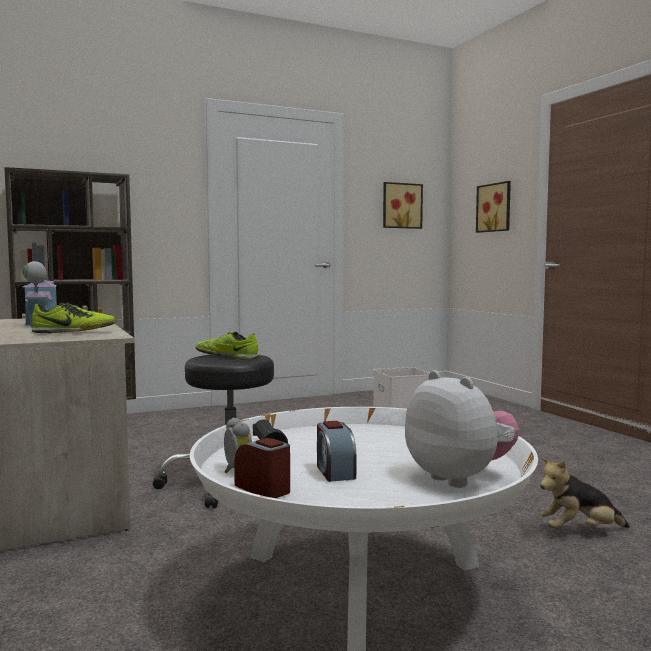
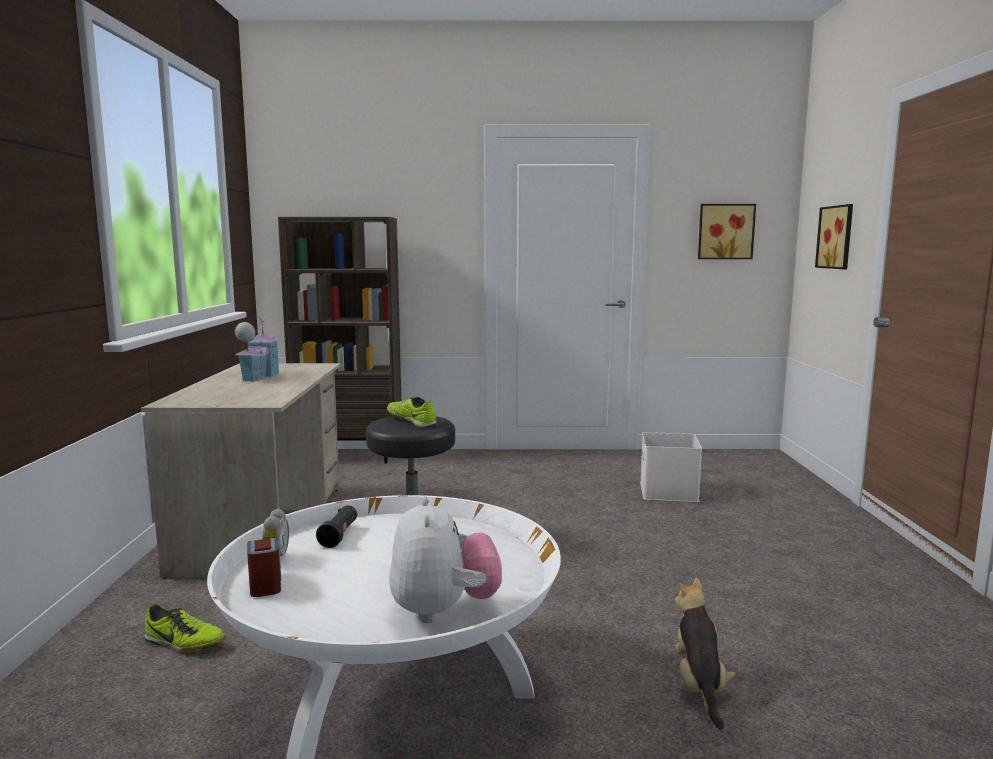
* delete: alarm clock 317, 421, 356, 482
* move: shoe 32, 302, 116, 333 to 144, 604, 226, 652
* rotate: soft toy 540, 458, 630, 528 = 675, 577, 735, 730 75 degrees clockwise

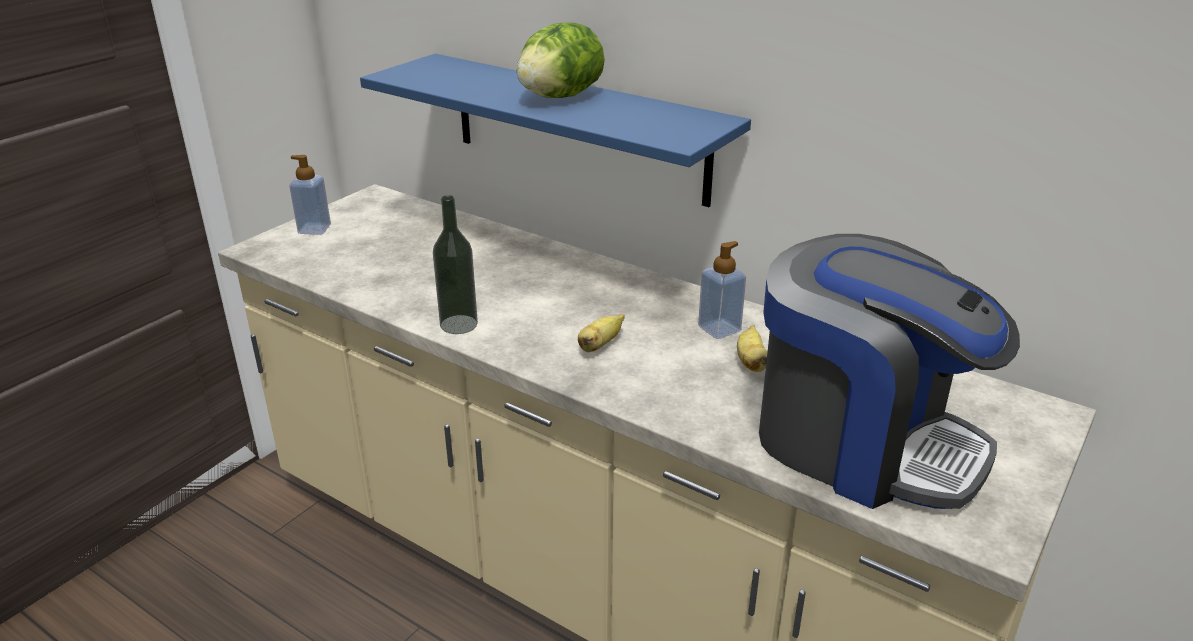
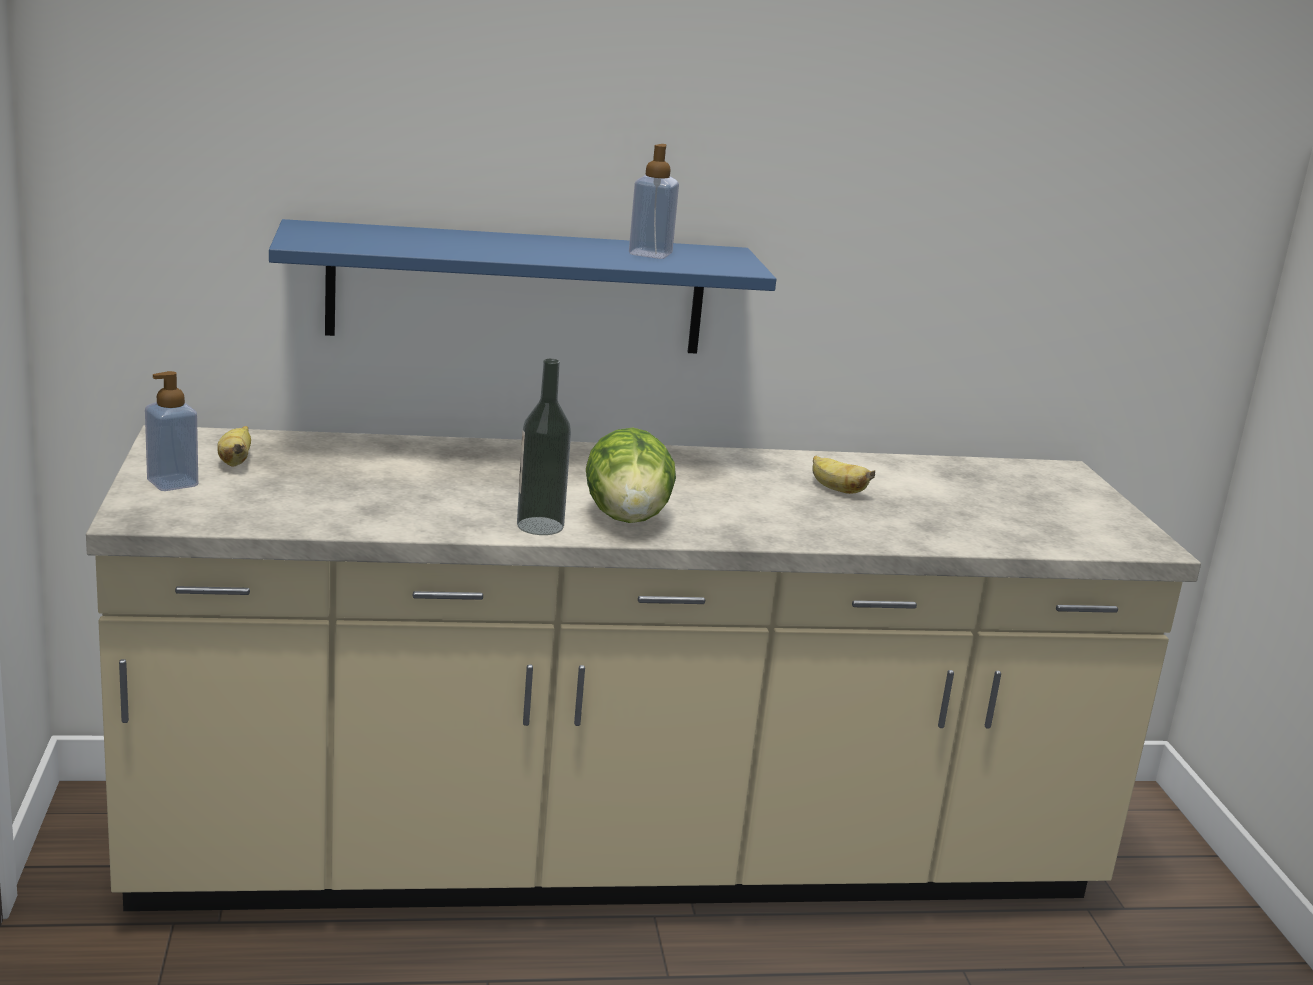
* delete: coffee maker 759, 234, 1020, 509
* move: head of lettuce 517, 22, 605, 98 to 586, 428, 676, 523
* move: banana 578, 314, 625, 352 to 217, 426, 251, 467
* move: soap dispenser 698, 241, 746, 339 to 629, 144, 679, 259

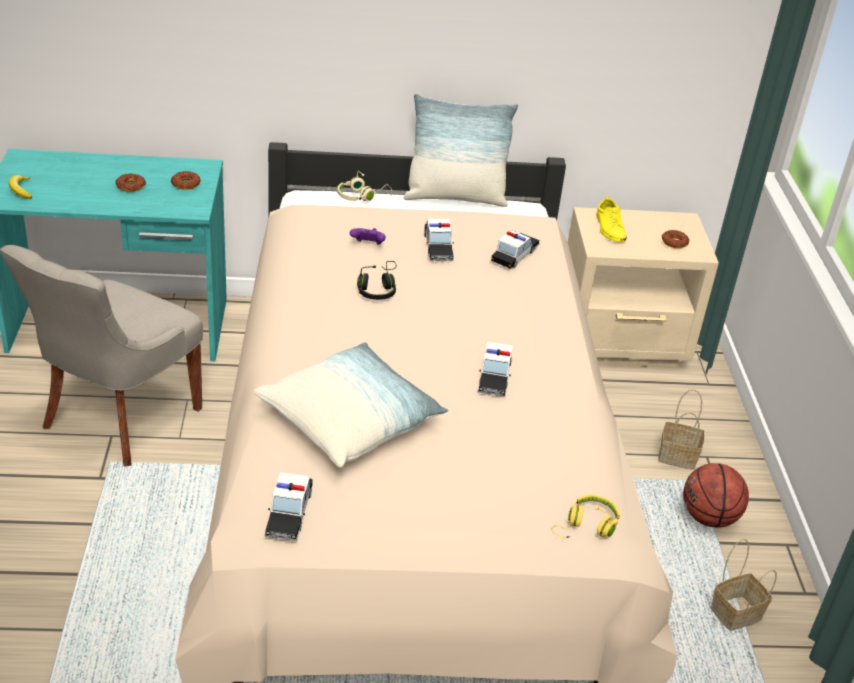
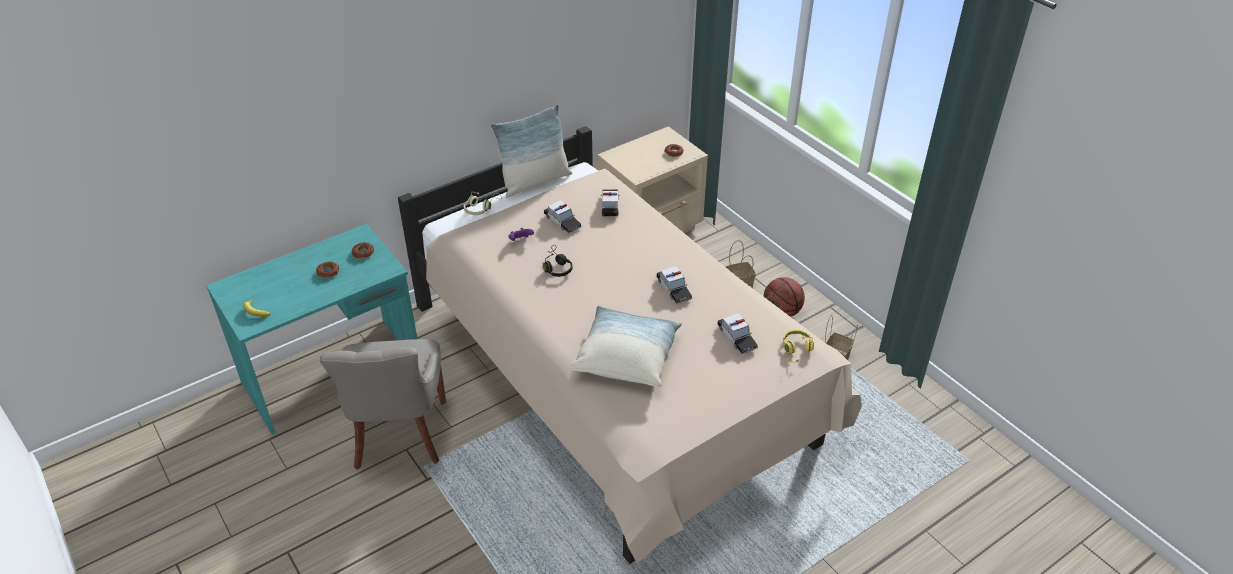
* delete: shoe in yellow 596, 197, 627, 242
* move: toy car 264, 472, 313, 541 to 718, 313, 758, 354

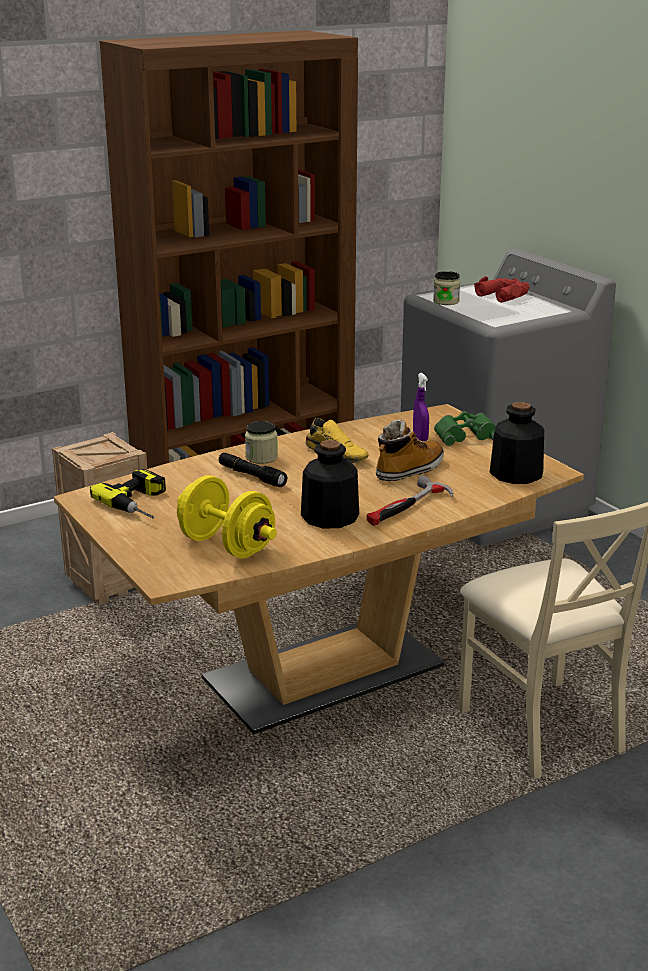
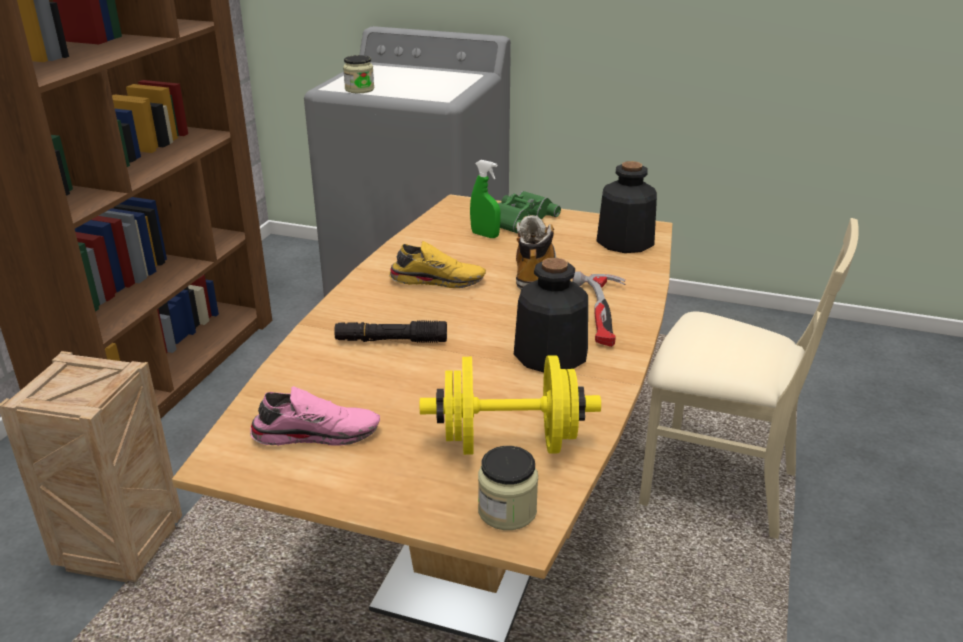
* delete: binoculars in red 474, 276, 530, 303
* move: storage jar 245, 421, 278, 464 to 478, 446, 538, 530
* replace: power drill 90, 469, 166, 518 to shoe in pinkish 250, 386, 380, 446
* recolor: sprayer in purple 413, 373, 429, 442 to sprayer in green-coloured 470, 160, 501, 238

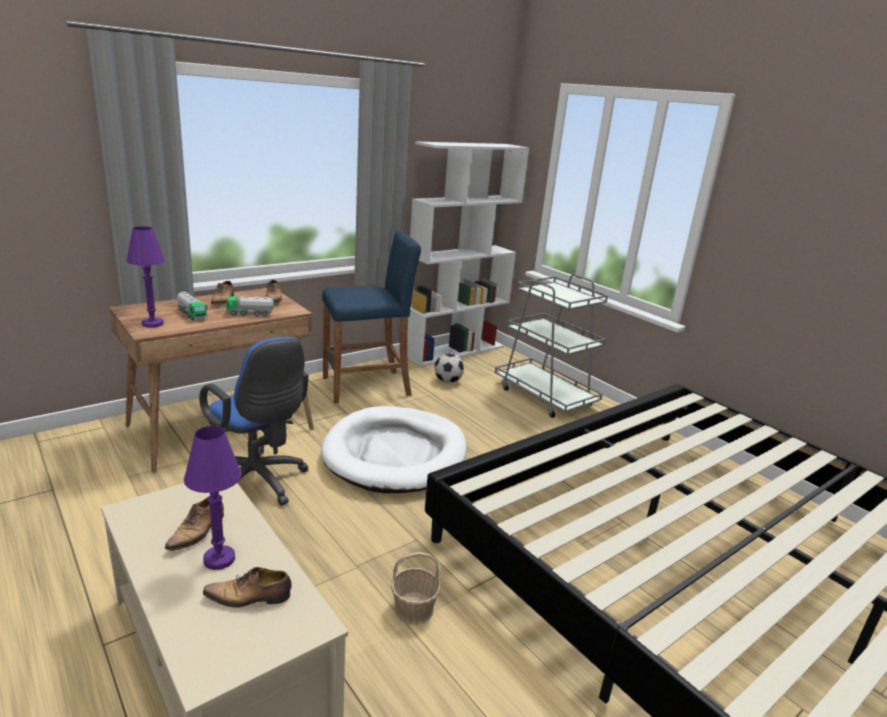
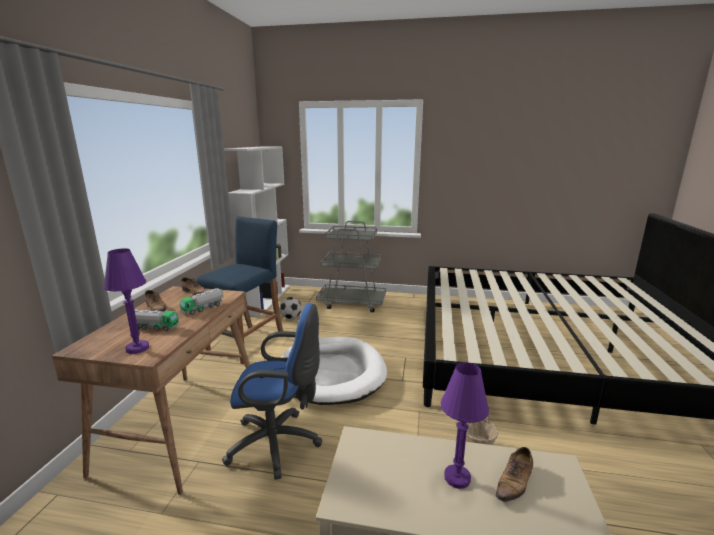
* delete: shoe 165, 496, 224, 551

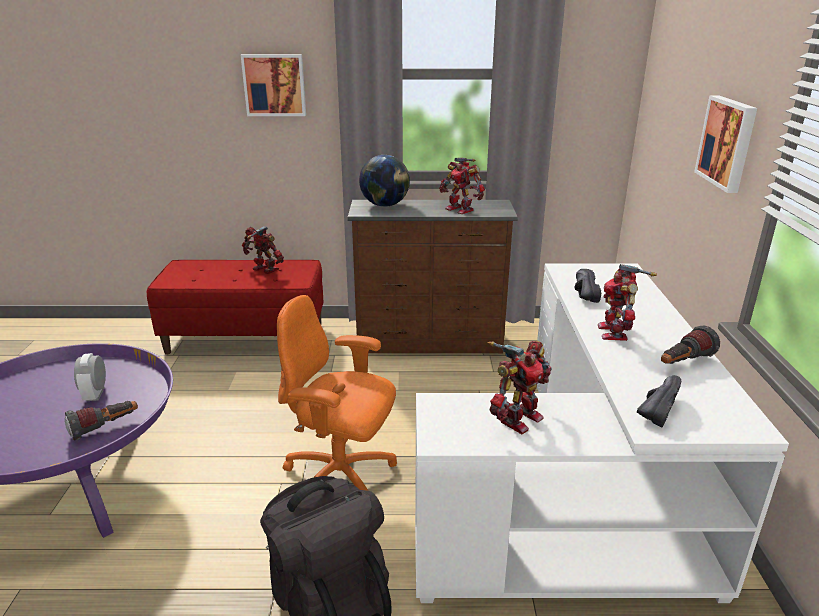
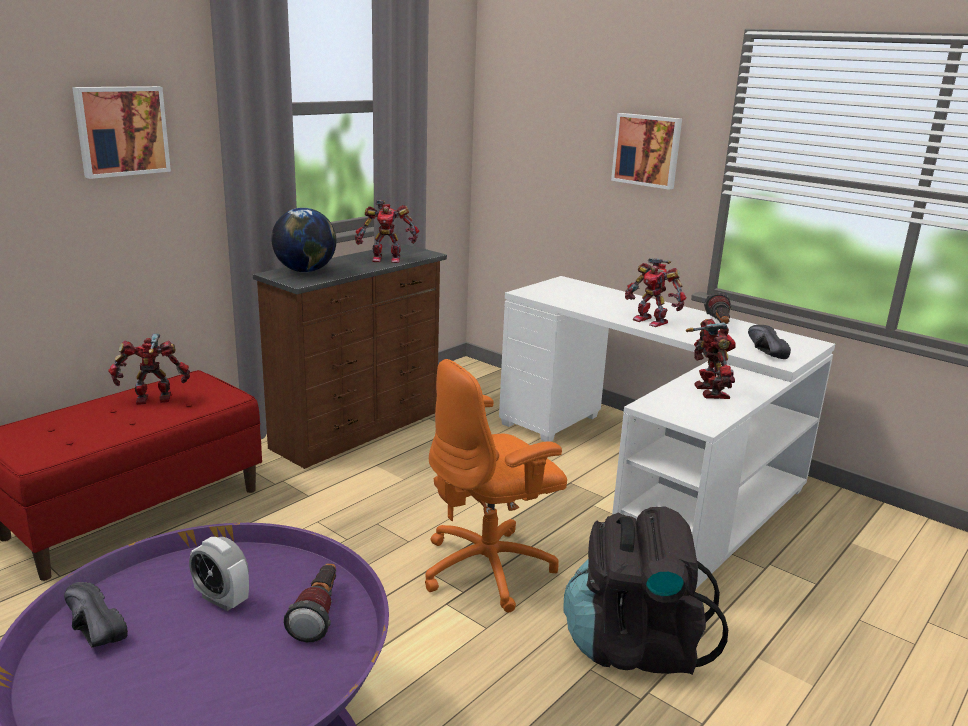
* move: shoe in black-coloured 575, 269, 601, 303 to 64, 582, 128, 647

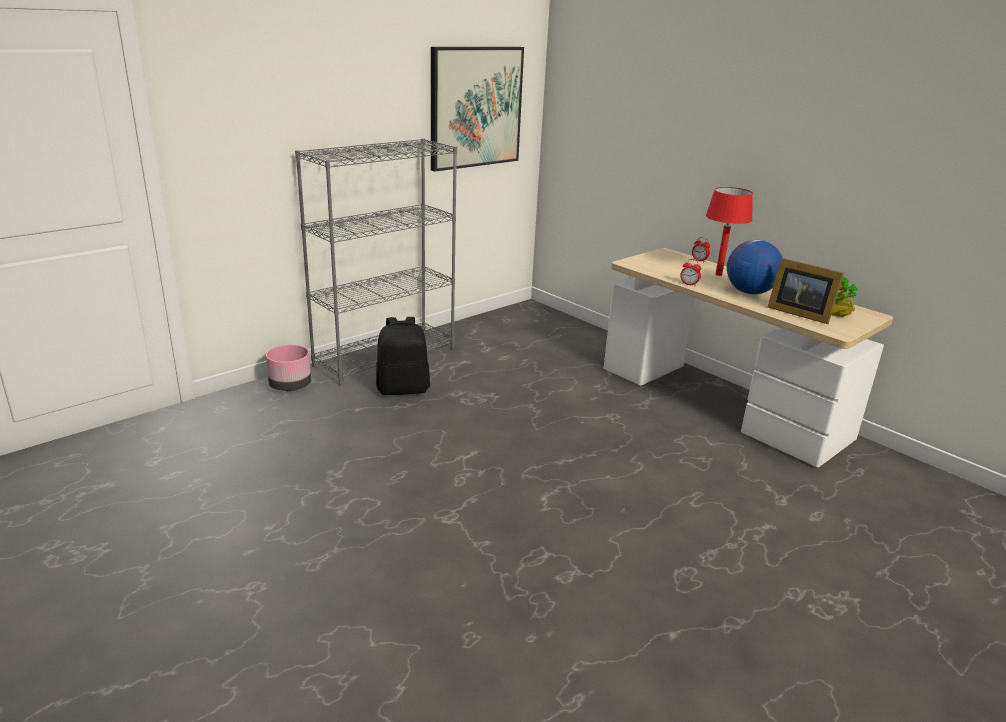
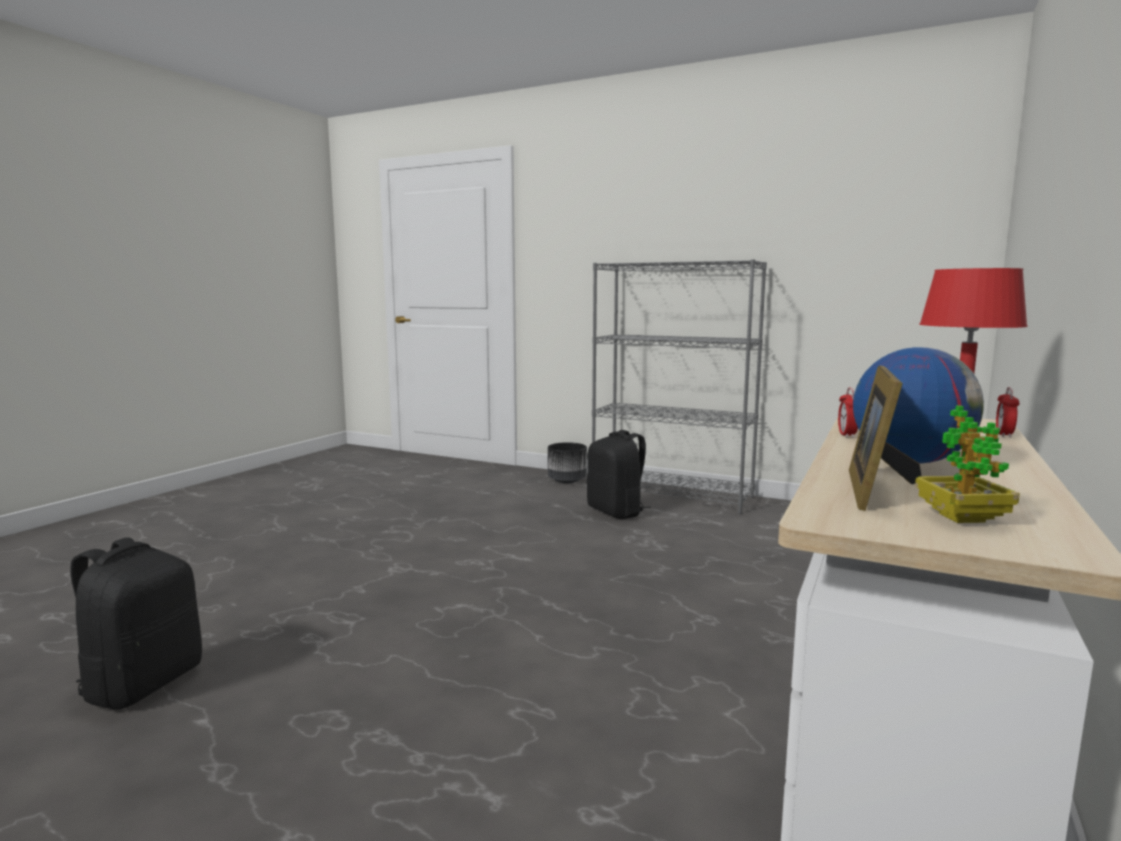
* delete: wall art 431, 47, 524, 172
* insert: rucksack in black-coloured 70, 537, 202, 710
* recolor: flower pot in pinkish 266, 345, 311, 391 to flower pot in black-coloured 548, 442, 587, 484

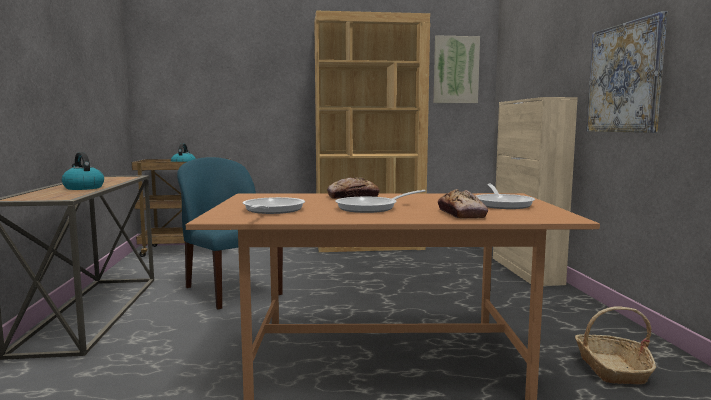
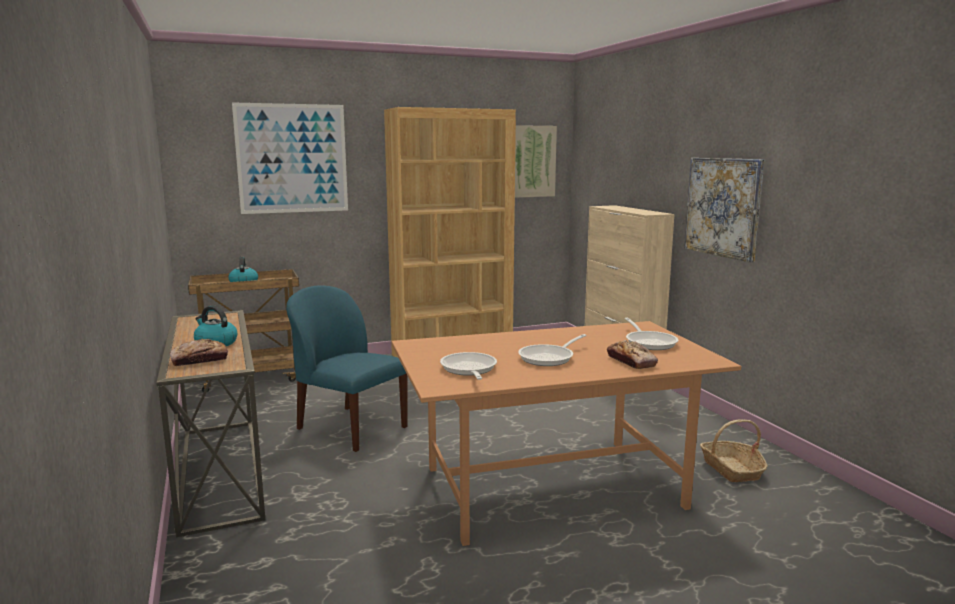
* insert: wall art 232, 102, 348, 214
* move: bread 327, 178, 379, 199 to 170, 339, 228, 366

